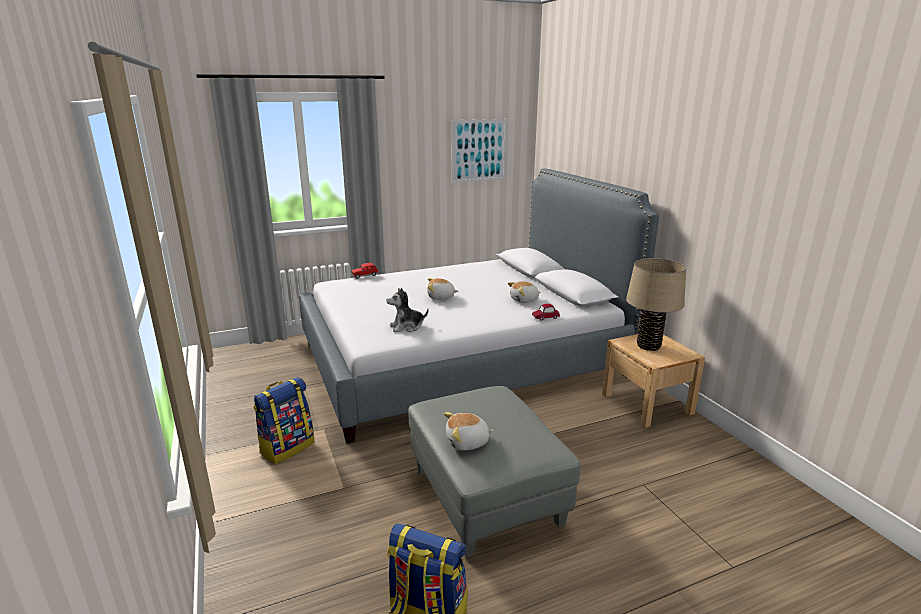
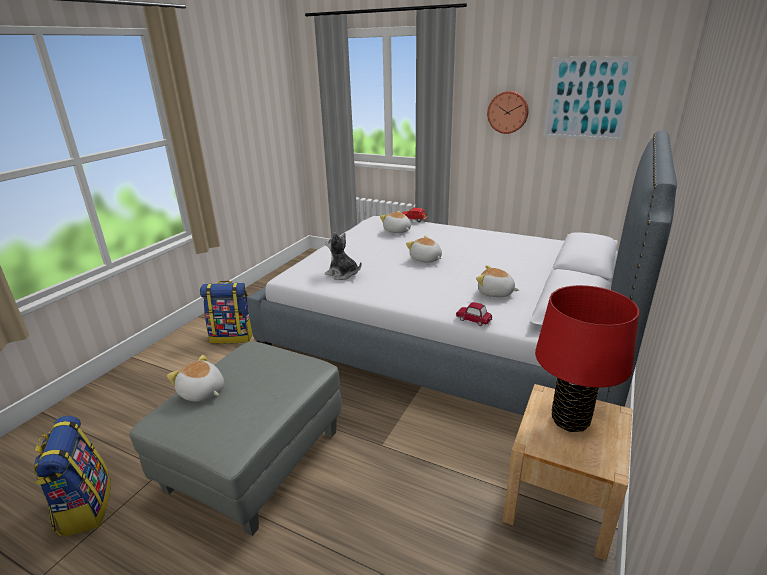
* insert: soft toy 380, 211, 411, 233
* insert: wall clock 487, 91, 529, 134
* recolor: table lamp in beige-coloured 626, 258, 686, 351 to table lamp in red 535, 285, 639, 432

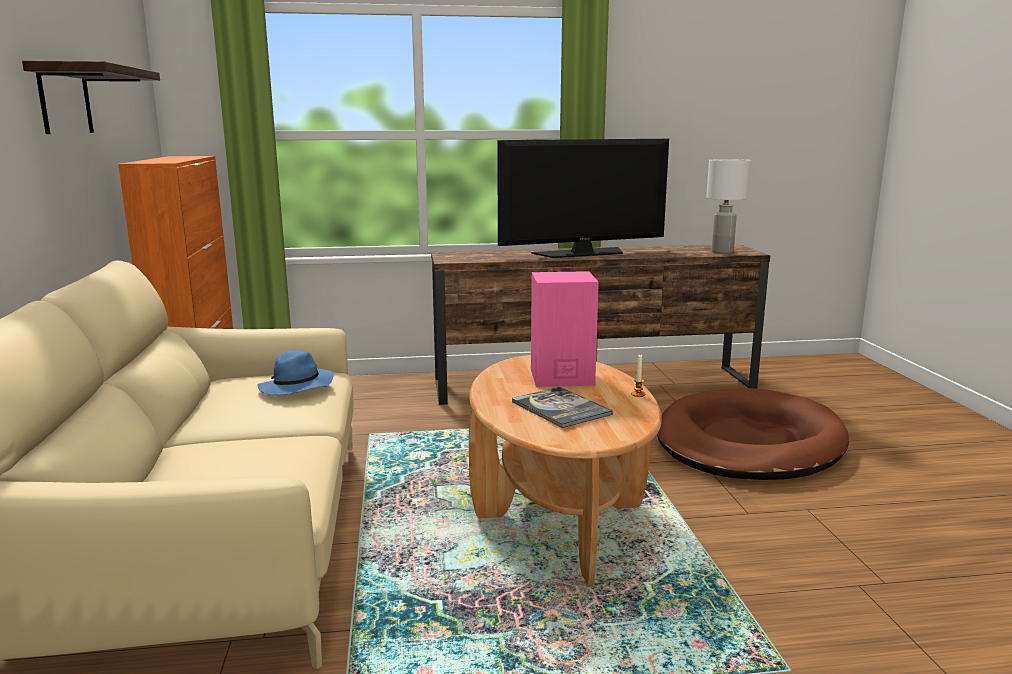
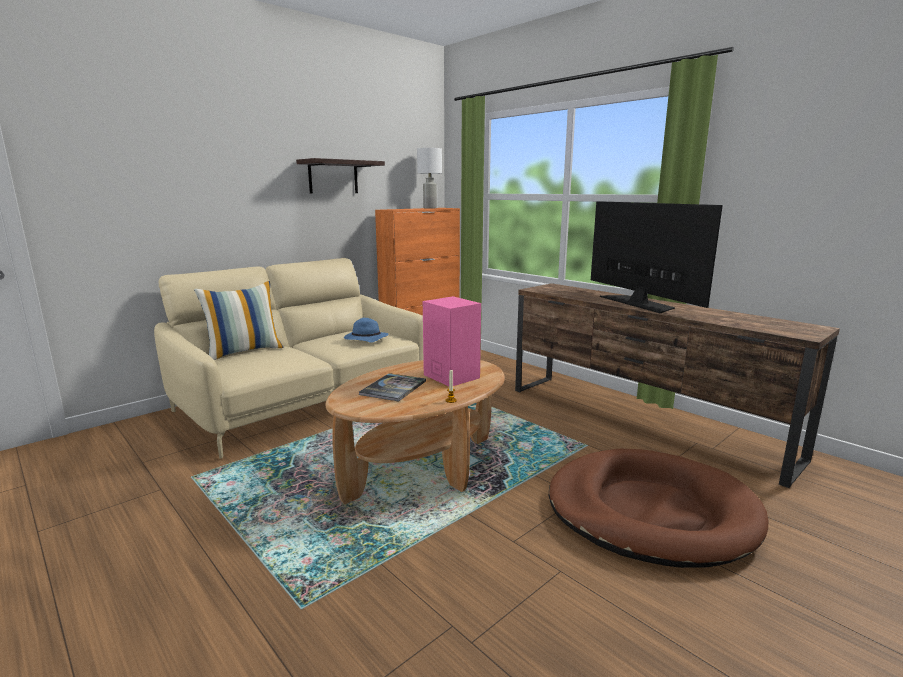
* insert: pillow 194, 281, 283, 360
* move: table lamp in white-coloured 706, 159, 751, 254 to 417, 148, 442, 209
* rotate: TV set 497, 139, 669, 258 = 591, 201, 723, 313 150 degrees counterclockwise

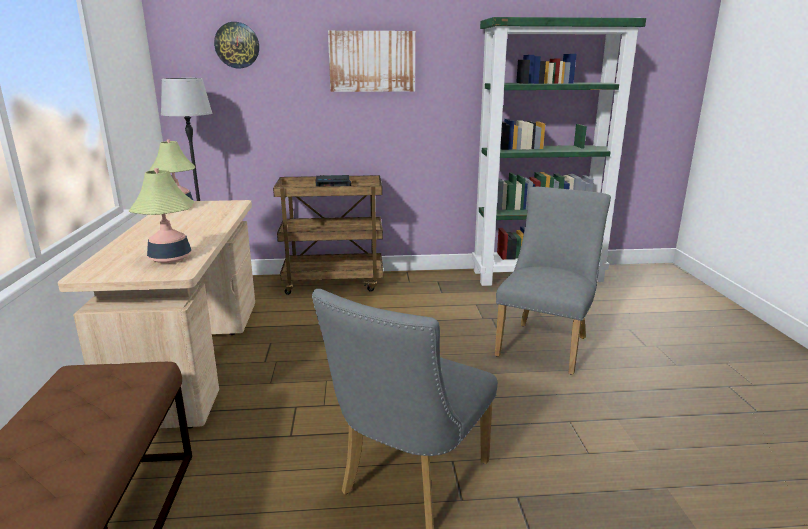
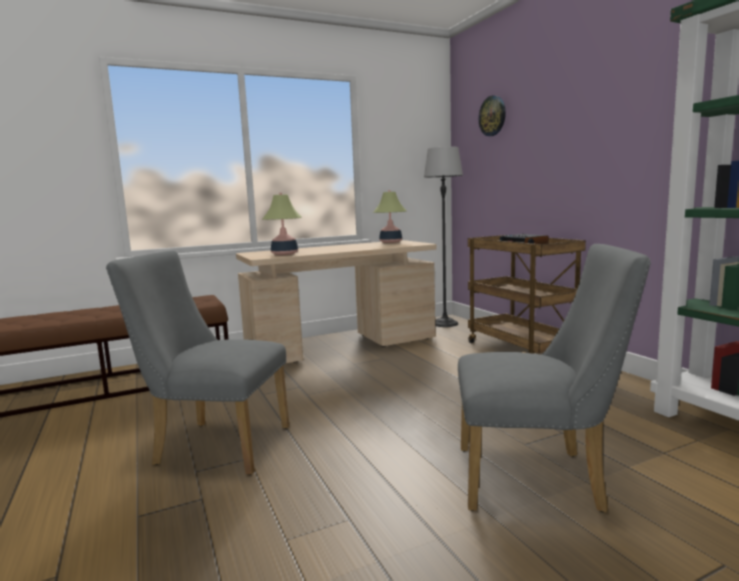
* delete: wall art 328, 31, 415, 92

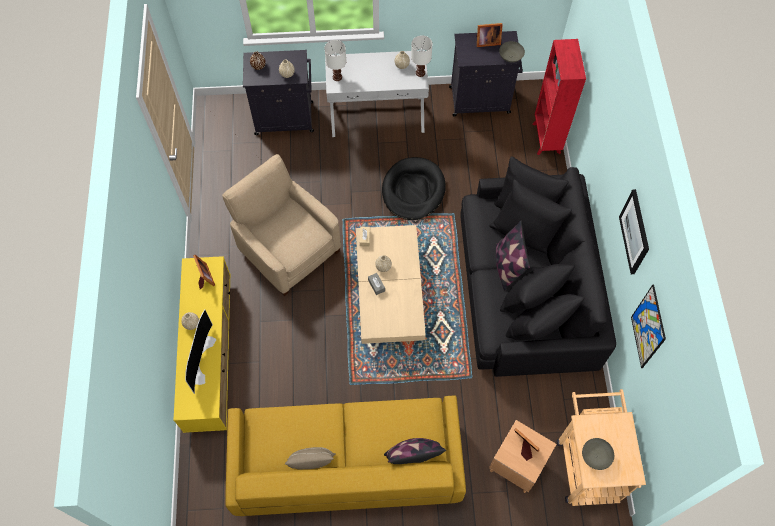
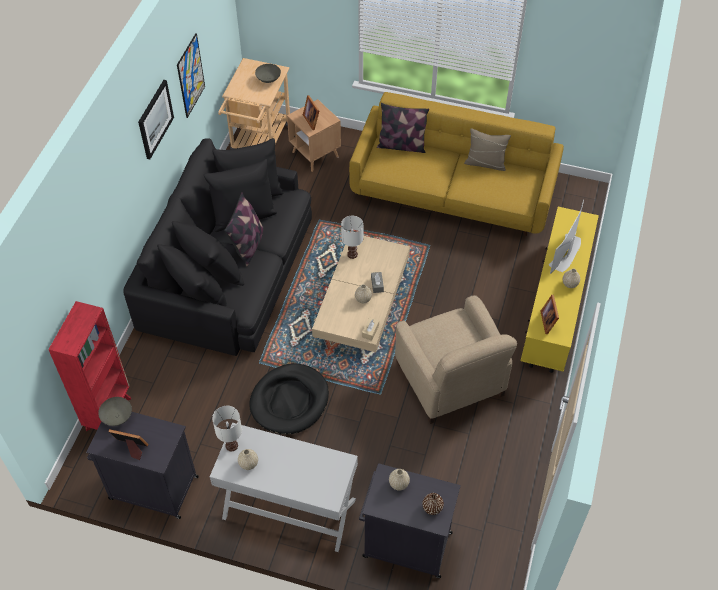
* move: table lamp in white-coloured 325, 40, 346, 81 to 341, 216, 364, 259

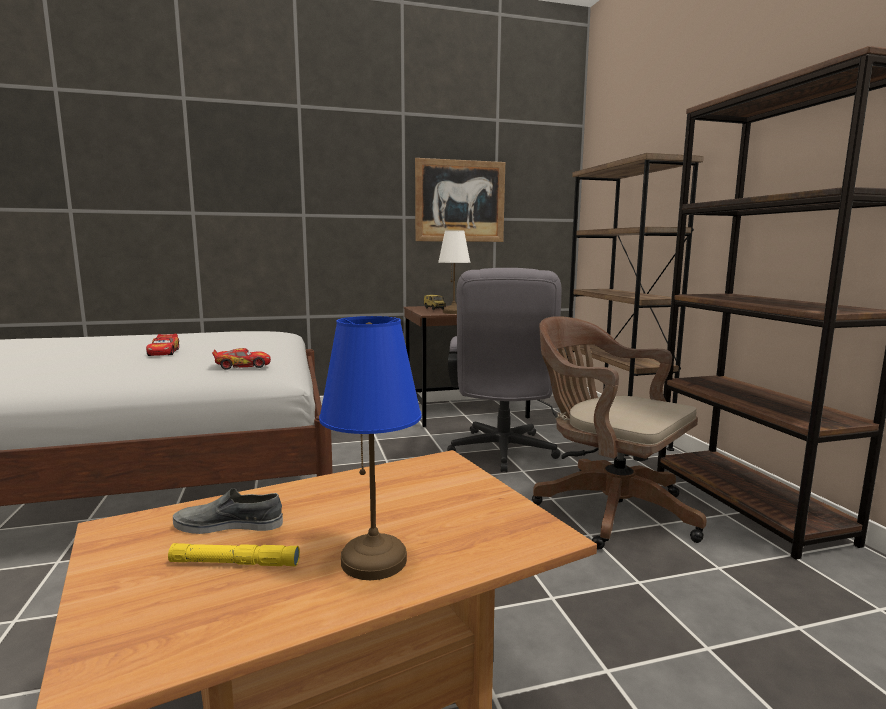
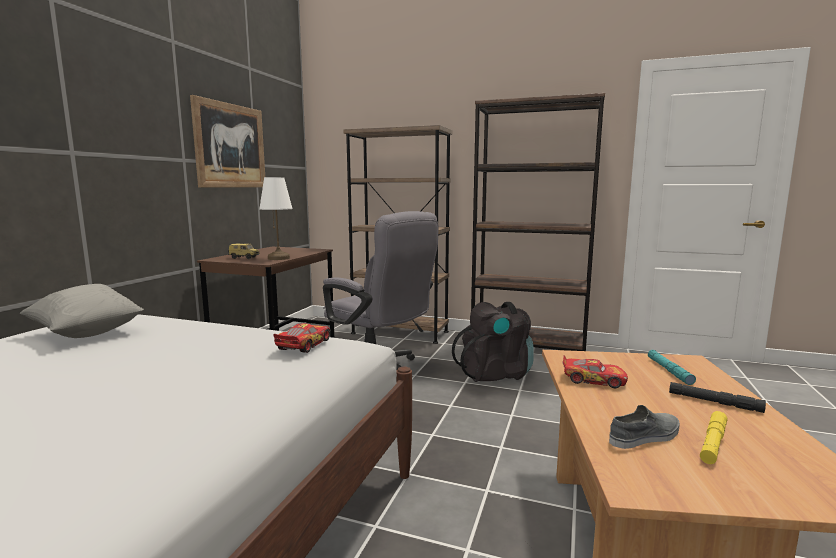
* insert: pillow in greyish 19, 284, 144, 338
* insert: flashlight in turquoise 648, 350, 696, 385
* move: toy car 146, 334, 179, 356 to 562, 355, 628, 388
* replace: table lamp in blue 319, 316, 422, 580 to flashlight in black-coloured 669, 382, 766, 413
* replace: desk chair in brown-coloured 532, 316, 706, 549 to rucksack in black-coloured 452, 302, 534, 382
* rotate: shoe in greyish 173, 488, 283, 534 = 609, 405, 680, 449 150 degrees counterclockwise

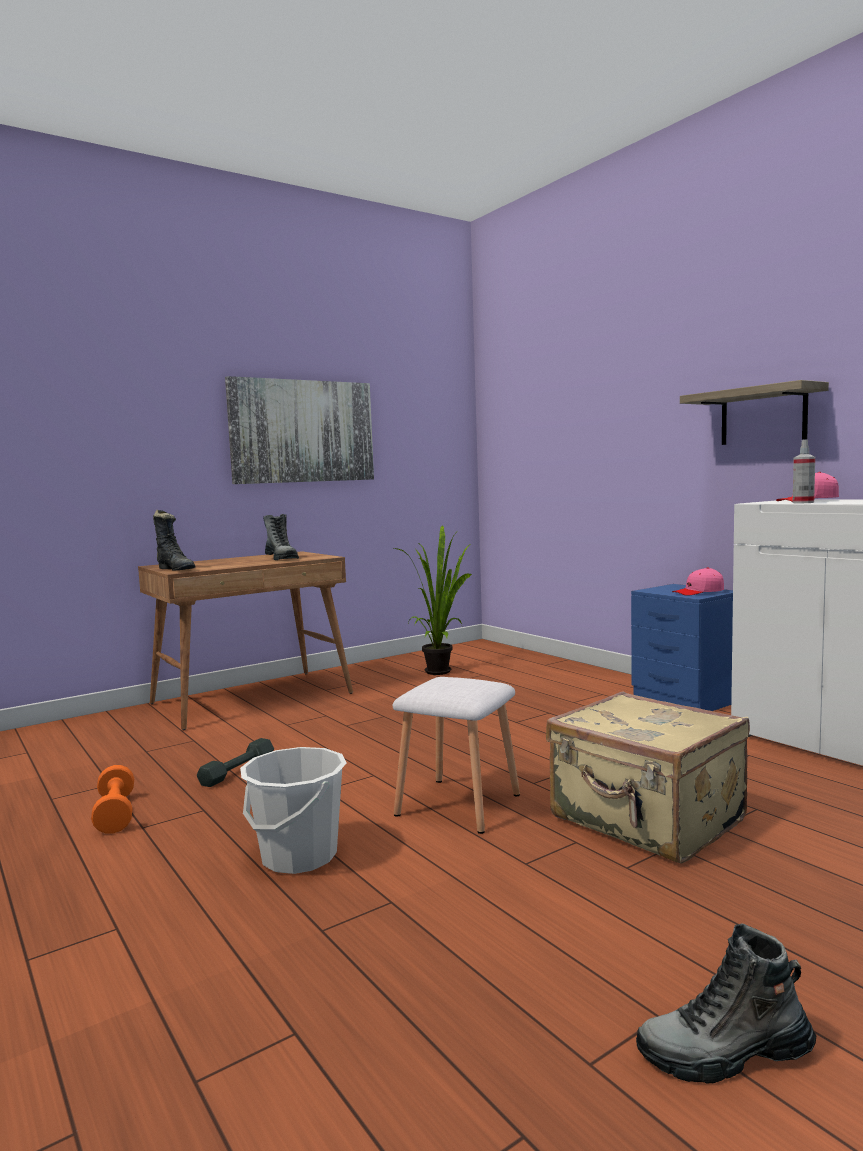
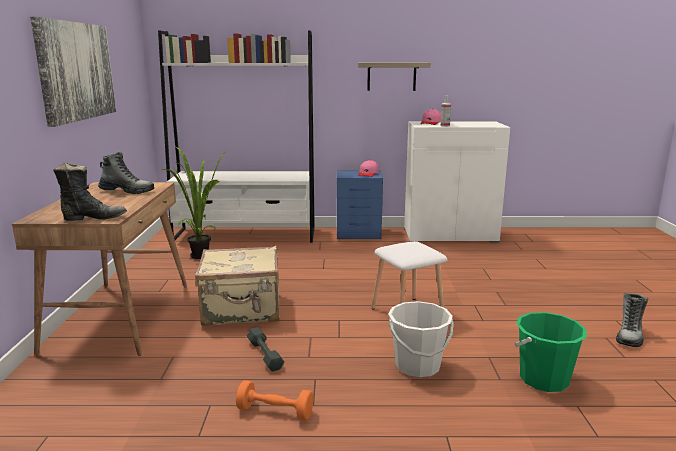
* insert: bookcase in white-coloured 158, 31, 315, 243
* insert: water bucket in green-coloured 515, 312, 587, 392
* move: travel case in beige-coloured 546, 691, 750, 863 to 195, 246, 279, 326

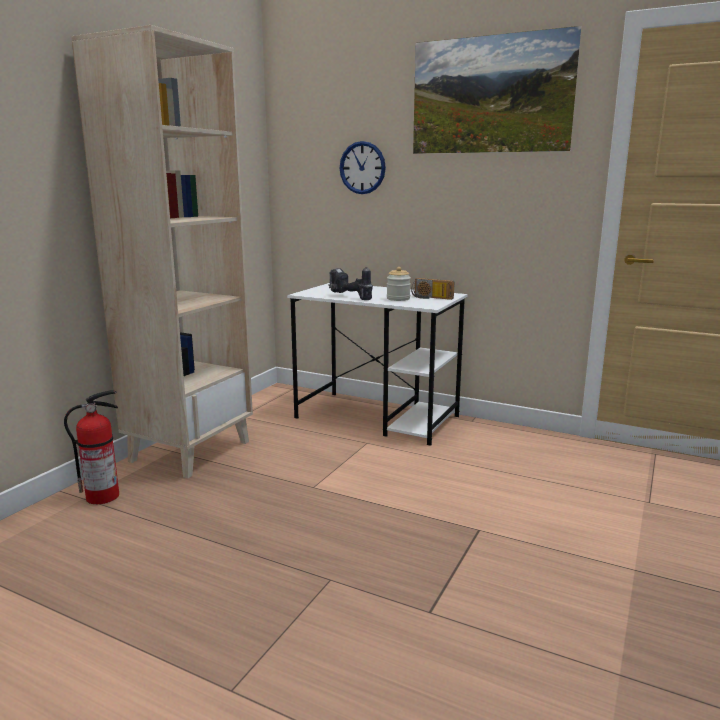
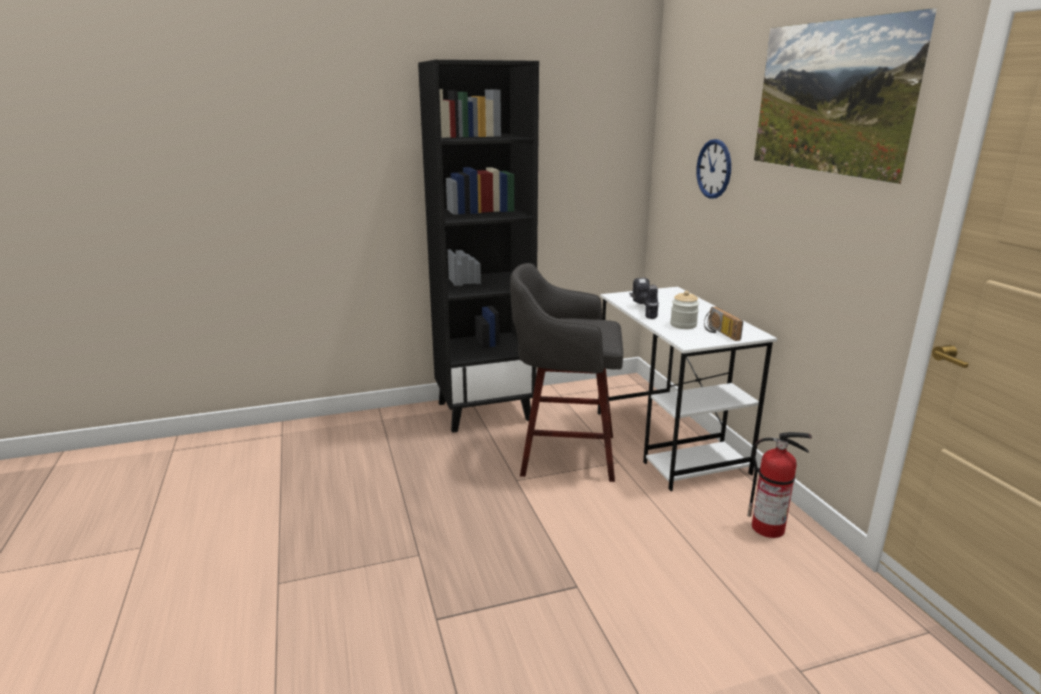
* insert: stool in greyish 510, 263, 623, 482
* move: fire extinguisher 64, 390, 119, 504 to 747, 432, 812, 538
* recolor: bookcase in beige-coloured 71, 25, 253, 478 to bookcase in black-coloured 418, 60, 539, 433

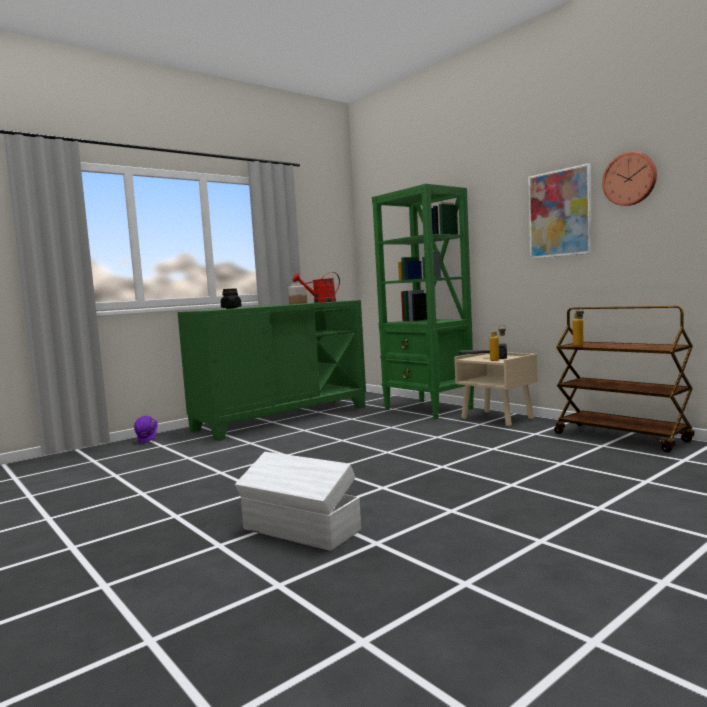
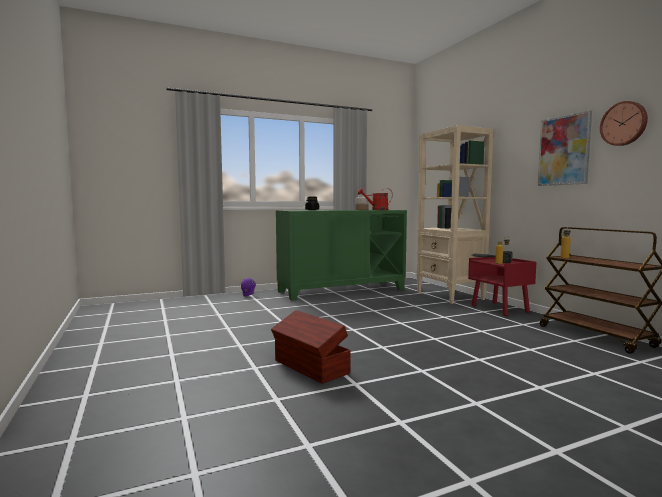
* recolor: storage box in white-coloured 235, 452, 361, 551 to storage box in brown-coloured 271, 310, 351, 384
* recolor: bookcase in green-coloured 372, 184, 474, 419 to bookcase in beige-coloured 416, 125, 493, 304
* recolor: bedside table in beige-coloured 454, 352, 538, 426 to bedside table in red 468, 257, 537, 316

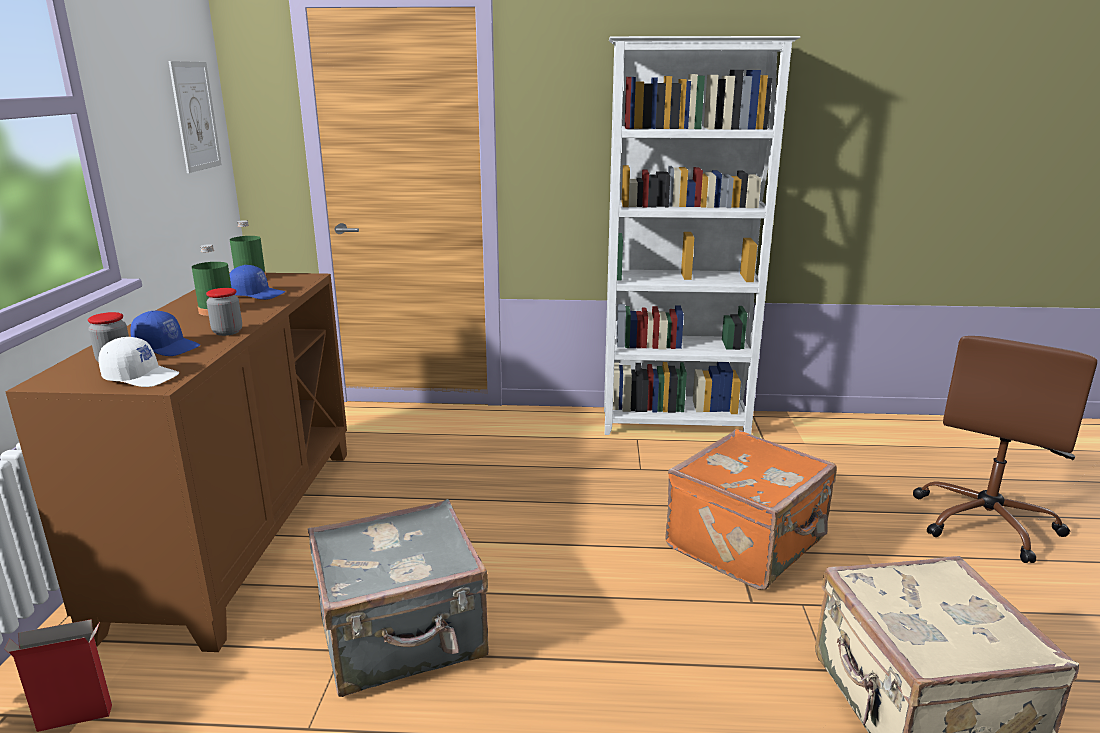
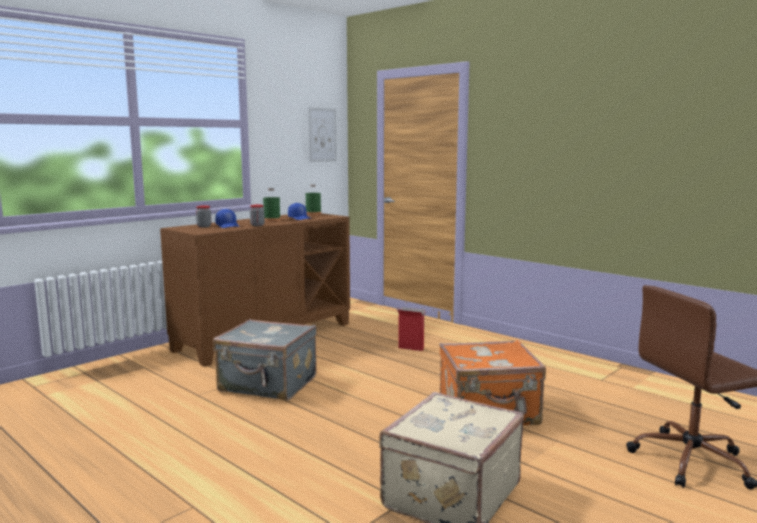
* delete: cap in white-coloured 99, 337, 179, 387
* delete: bookcase in white-coloured 604, 36, 801, 435
* move: packing box 4, 619, 112, 732 to 397, 307, 427, 351

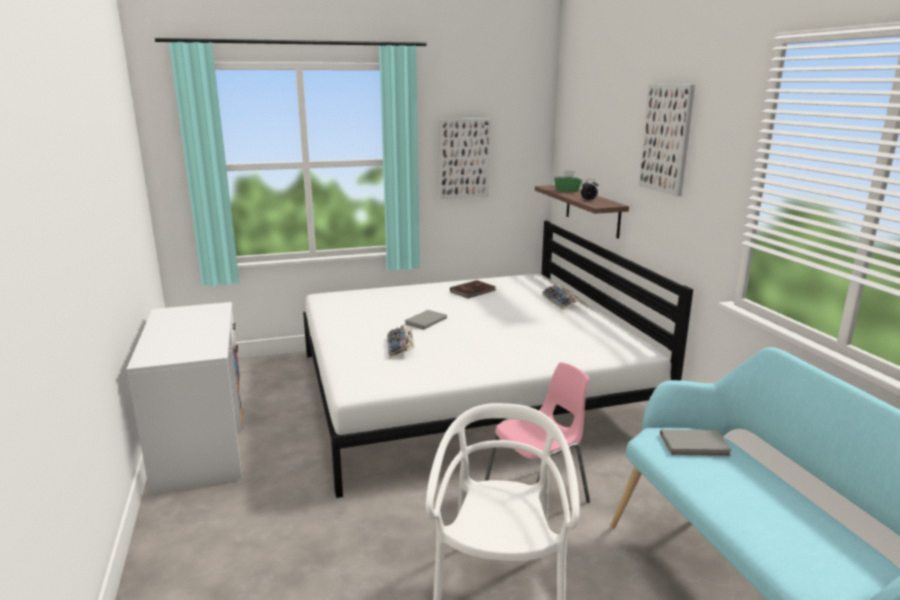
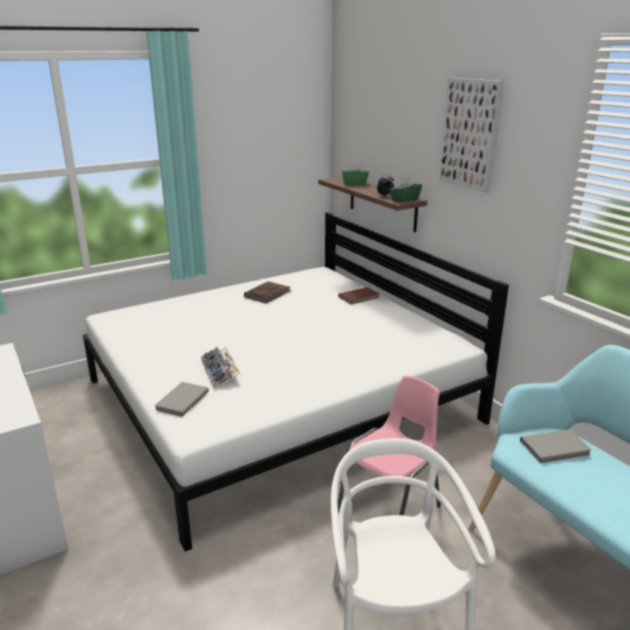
* delete: wall art 440, 118, 491, 199
* insert: box of tissues in green-coloured 389, 176, 422, 203
* move: book in greyish 405, 310, 447, 330 to 154, 382, 209, 417
* replace: keyboard 542, 284, 581, 310 to book in brown-coloured 338, 287, 380, 304

